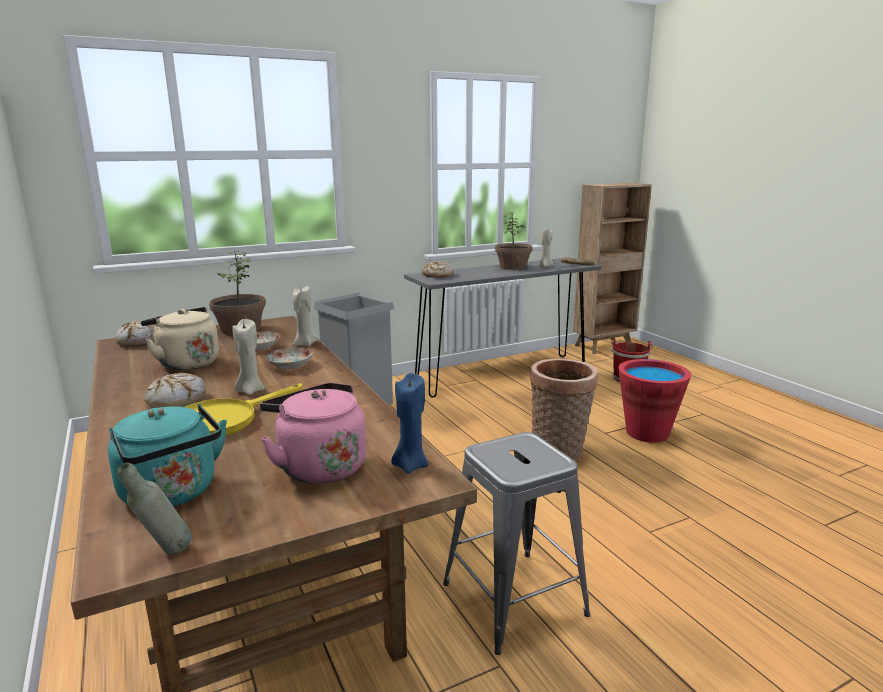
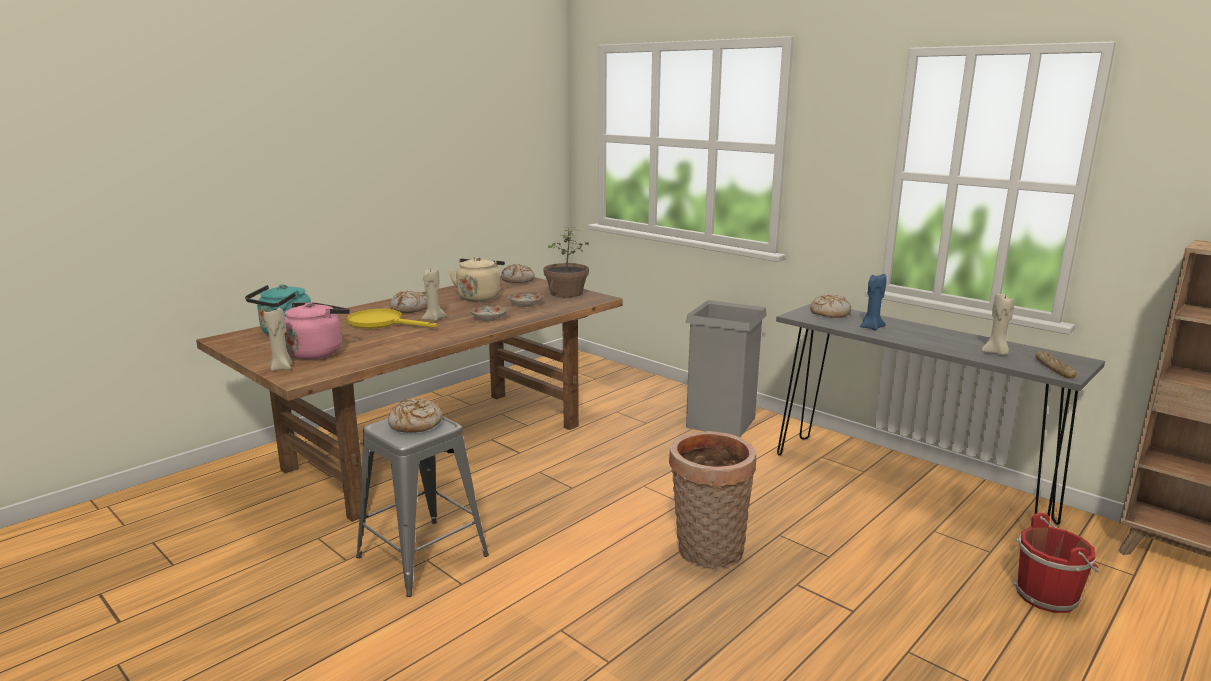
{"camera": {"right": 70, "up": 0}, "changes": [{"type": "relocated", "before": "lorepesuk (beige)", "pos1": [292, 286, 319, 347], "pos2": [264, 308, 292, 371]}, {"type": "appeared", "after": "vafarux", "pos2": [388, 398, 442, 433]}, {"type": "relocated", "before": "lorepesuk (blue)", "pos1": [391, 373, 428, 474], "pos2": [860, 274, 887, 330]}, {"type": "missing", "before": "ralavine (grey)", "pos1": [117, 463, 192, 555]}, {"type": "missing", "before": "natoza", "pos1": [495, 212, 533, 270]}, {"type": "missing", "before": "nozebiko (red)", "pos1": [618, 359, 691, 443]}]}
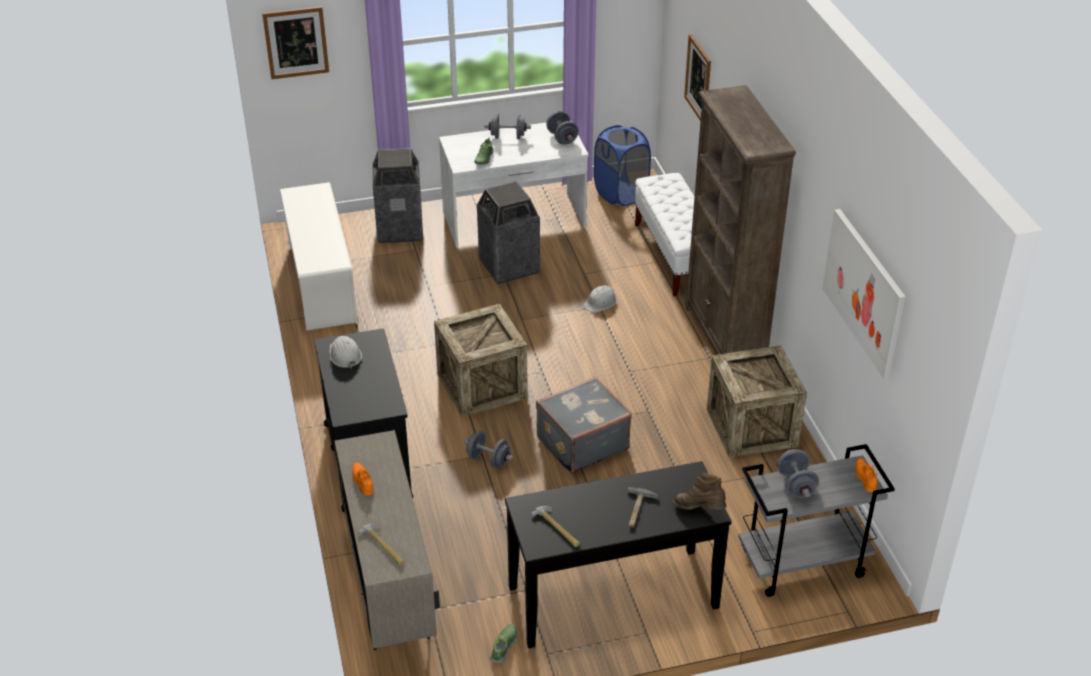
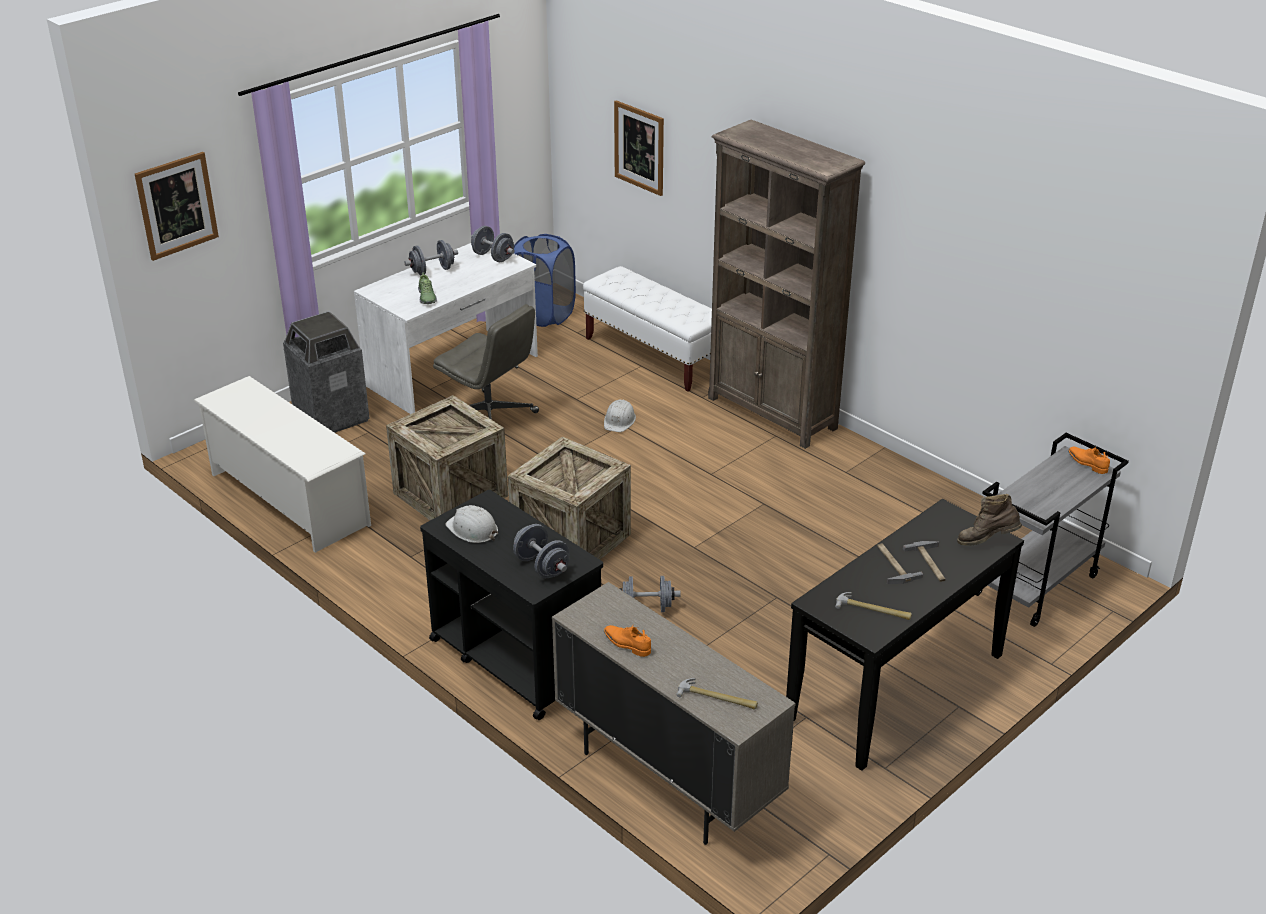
{"camera": {"right": -30, "up": -5}, "changes": [{"type": "relocated", "before": "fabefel", "pos1": [707, 345, 807, 458], "pos2": [386, 395, 508, 520]}, {"type": "exchanged", "before": "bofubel", "after": "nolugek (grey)", "pos1": [477, 181, 540, 284], "pos2": [433, 304, 539, 420]}, {"type": "relocated", "before": "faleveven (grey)", "pos1": [777, 449, 819, 498], "pos2": [513, 524, 570, 578]}, {"type": "appeared", "after": "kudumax", "pos2": [877, 543, 923, 584]}, {"type": "missing", "before": "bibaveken", "pos1": [490, 624, 517, 663]}, {"type": "missing", "before": "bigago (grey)", "pos1": [536, 376, 632, 474]}, {"type": "missing", "before": "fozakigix", "pos1": [822, 209, 906, 379]}]}
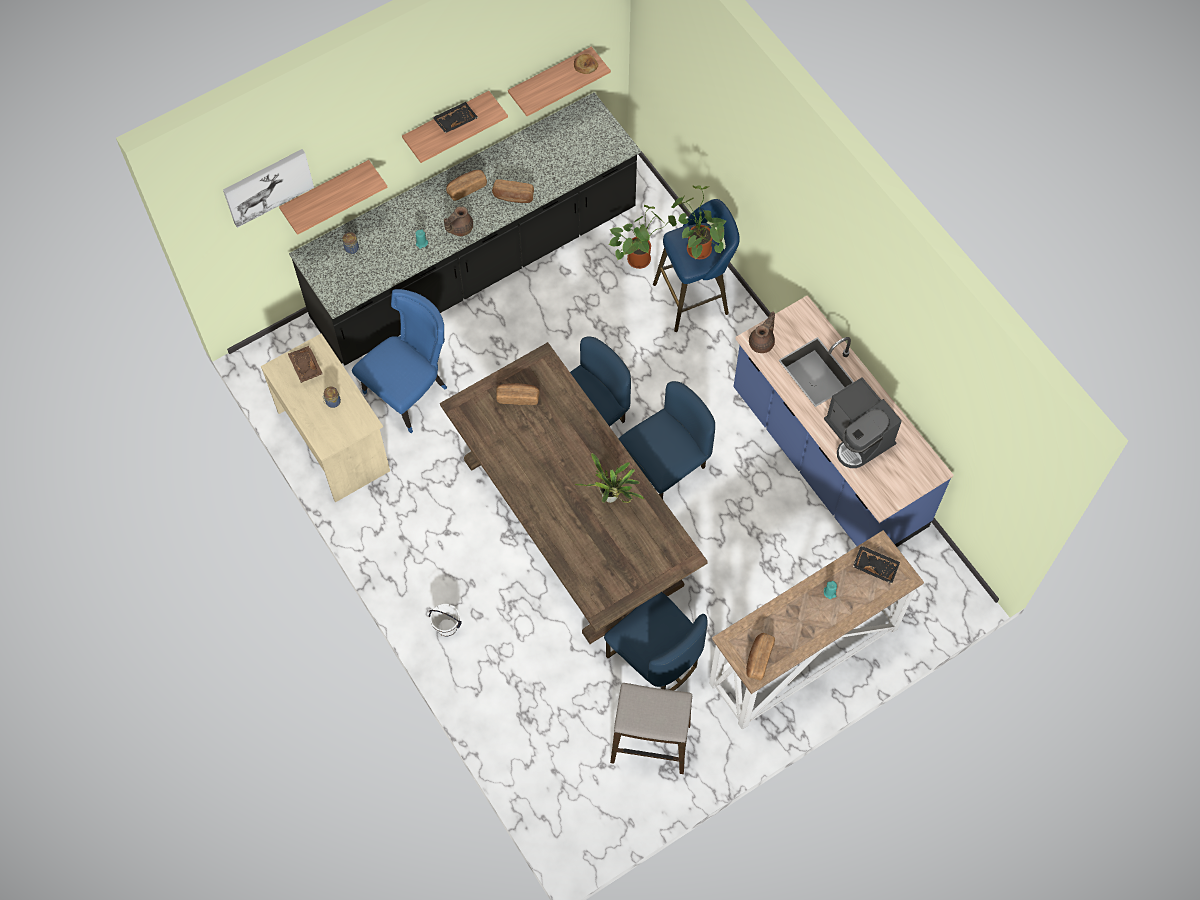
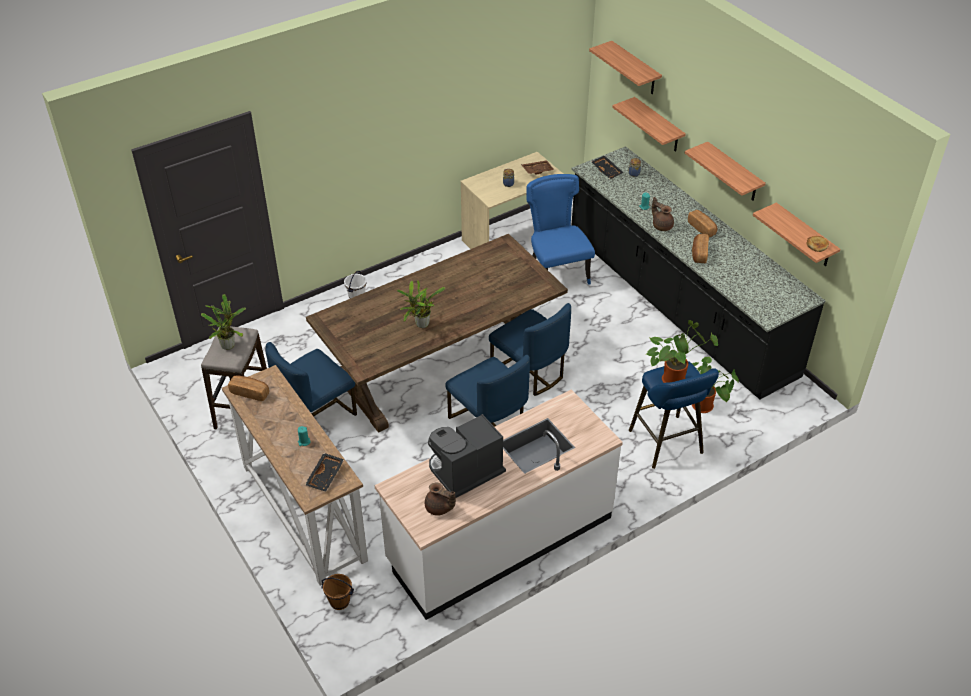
{"camera": {"right": 90, "up": -20}, "changes": [{"type": "appeared", "after": "natoza", "pos2": [201, 294, 246, 350]}, {"type": "appeared", "after": "nozebiko (brown)", "pos2": [321, 574, 354, 610]}, {"type": "colour", "before": "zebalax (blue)", "after": "zebalax (white)", "pos1": [733, 295, 954, 547], "pos2": [375, 389, 623, 620]}, {"type": "relocated", "before": "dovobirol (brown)", "pos1": [749, 312, 775, 353], "pos2": [425, 482, 456, 516]}, {"type": "spun", "before": "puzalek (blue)", "pos1": [352, 289, 447, 433], "pos2": [527, 174, 595, 285], "turn": -150}, {"type": "exchanged", "before": "fozakigix", "after": "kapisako", "pos1": [223, 149, 314, 228], "pos2": [589, 41, 662, 94]}, {"type": "relocated", "before": "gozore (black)", "pos1": [433, 102, 478, 133], "pos2": [591, 155, 623, 179]}, {"type": "missing", "before": "vafarux", "pos1": [496, 383, 540, 405]}]}
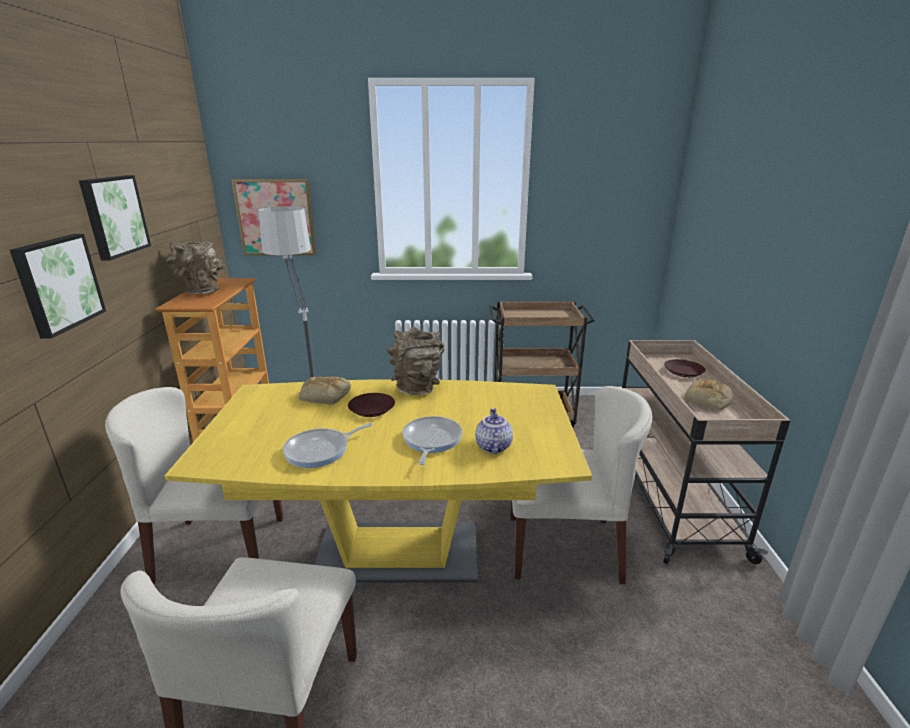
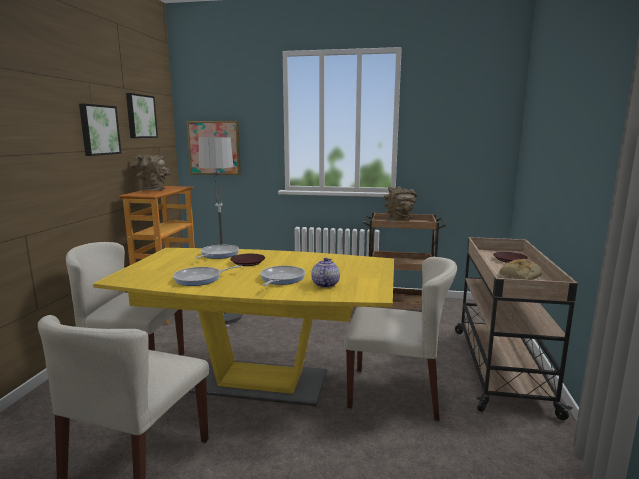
{"camera": {"right": 10, "up": -10}, "changes": [{"type": "relocated", "before": "fozakigix", "pos1": [10, 234, 106, 339], "pos2": [126, 93, 158, 138]}, {"type": "exchanged", "before": "vafarux", "after": "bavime", "pos1": [299, 377, 351, 404], "pos2": [196, 245, 239, 259]}, {"type": "relocated", "before": "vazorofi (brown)", "pos1": [386, 326, 444, 395], "pos2": [384, 186, 417, 221]}]}
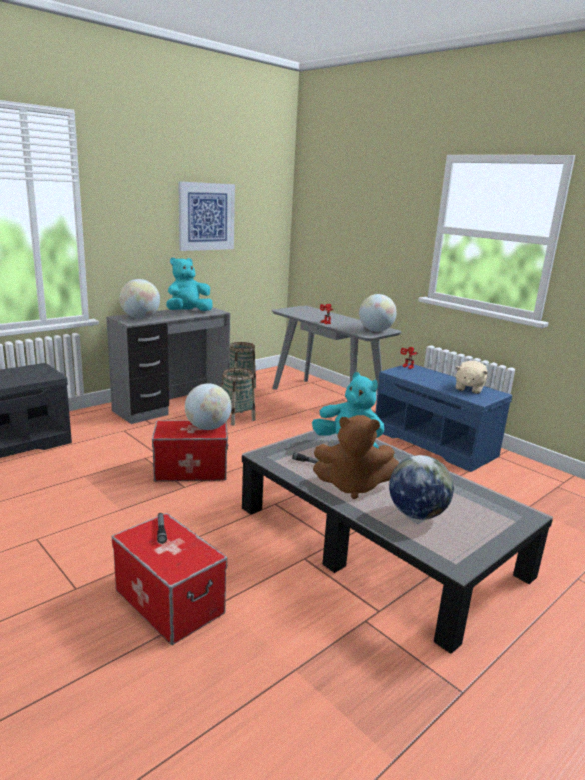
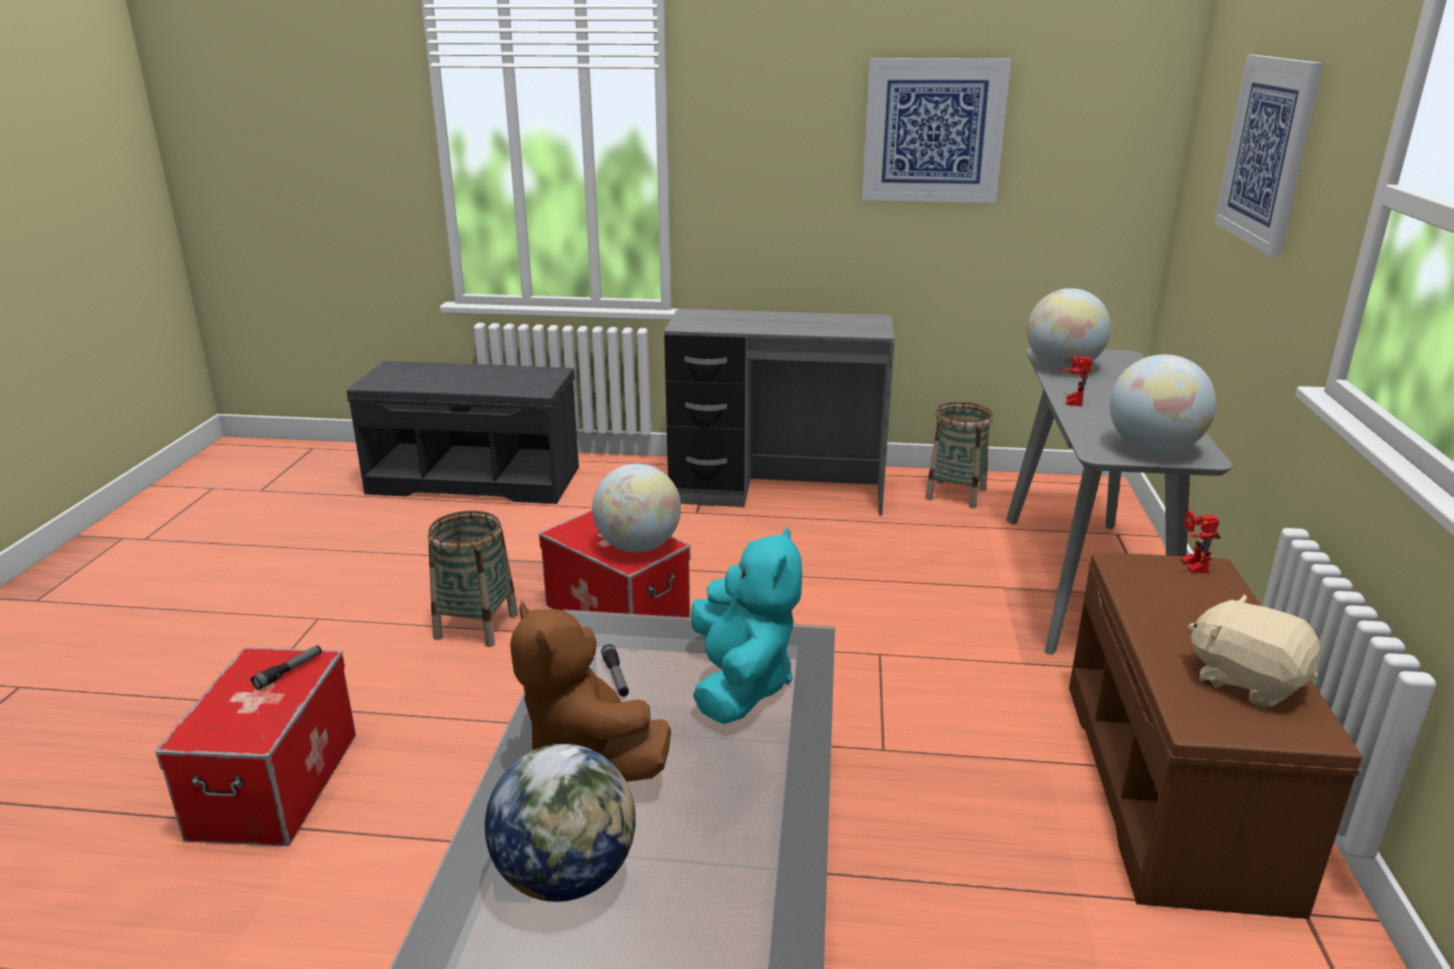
{"camera": {"right": 50, "up": 5}, "changes": [{"type": "relocated", "before": "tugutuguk", "pos1": [221, 368, 256, 425], "pos2": [428, 511, 518, 647]}, {"type": "relocated", "before": "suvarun", "pos1": [119, 279, 160, 319], "pos2": [1027, 288, 1111, 369]}, {"type": "colour", "before": "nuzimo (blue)", "after": "nuzimo (brown)", "pos1": [375, 363, 512, 472], "pos2": [1069, 553, 1362, 919]}, {"type": "spun", "before": "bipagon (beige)", "pos1": [455, 361, 488, 394], "pos2": [1188, 594, 1321, 708], "turn": 60}, {"type": "appeared", "after": "fozakigix", "pos2": [1214, 55, 1323, 257]}, {"type": "missing", "before": "bipagon (turquoise)", "pos1": [167, 257, 213, 311]}]}
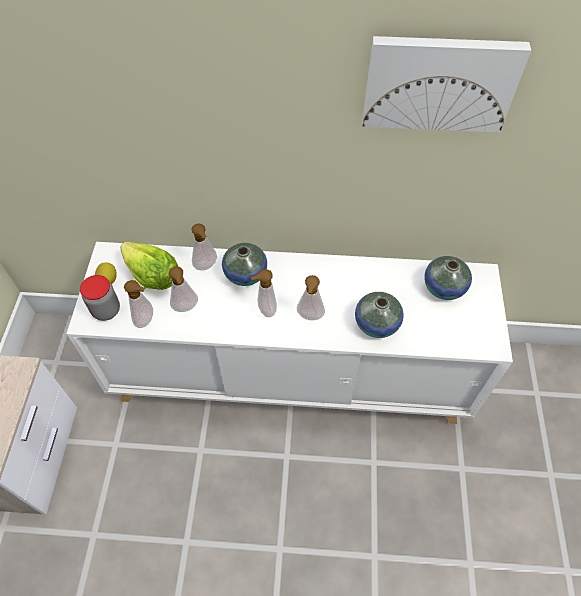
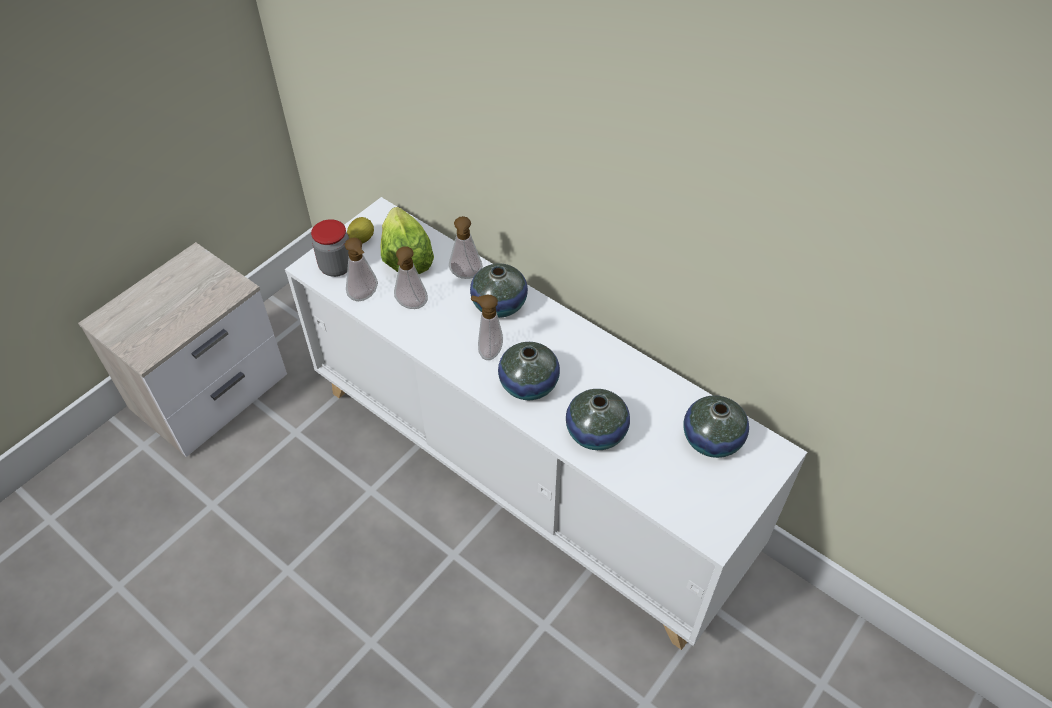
{"camera": {"right": 35, "up": -5}, "changes": [{"type": "exchanged", "before": "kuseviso", "after": "vazorofi", "pos1": [297, 275, 325, 320], "pos2": [498, 342, 560, 400]}, {"type": "missing", "before": "fozakigix", "pos1": [363, 36, 531, 132]}]}
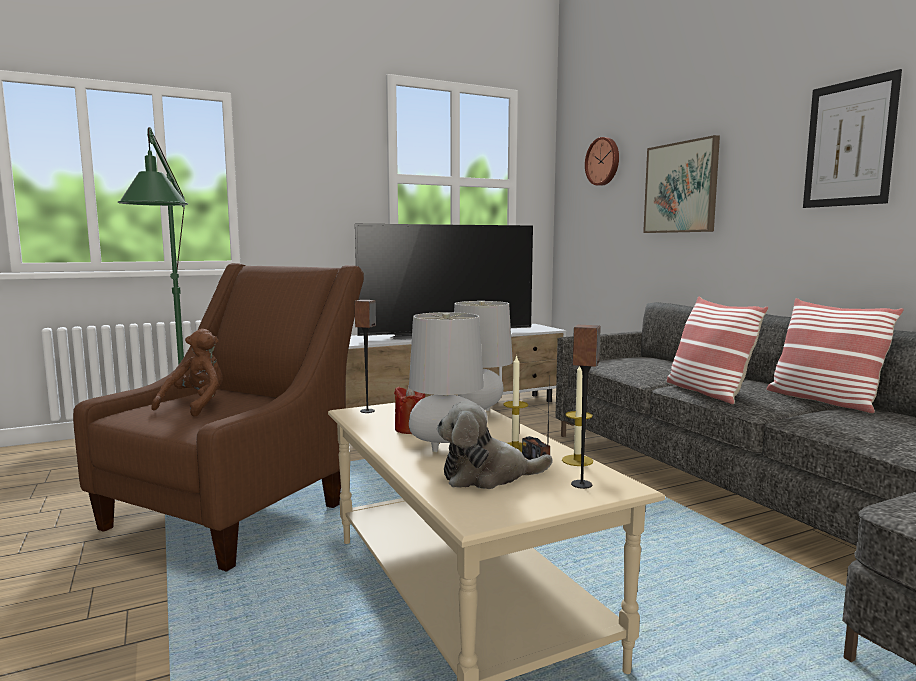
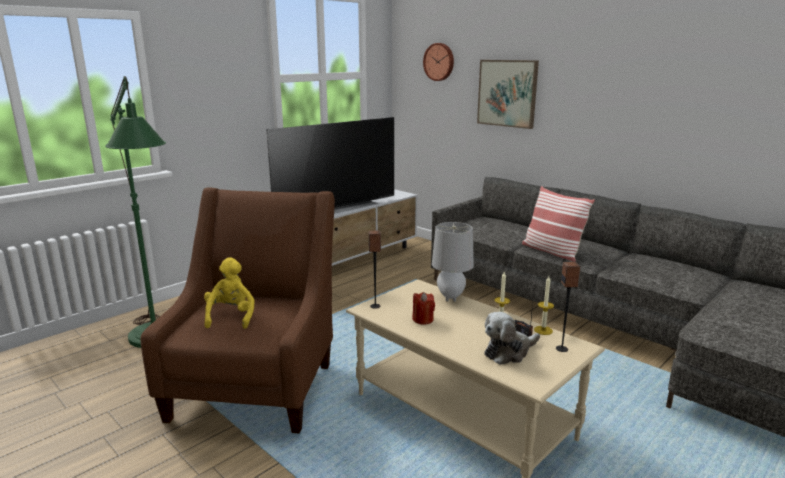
{"camera": {"right": -20, "up": 10}, "changes": [{"type": "colour", "before": "bipagon (brown)", "after": "bipagon (yellow)", "pos1": [151, 329, 223, 417], "pos2": [204, 257, 255, 329]}, {"type": "missing", "before": "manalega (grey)", "pos1": [409, 312, 488, 452]}, {"type": "missing", "before": "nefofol", "pos1": [766, 298, 903, 413]}, {"type": "missing", "before": "fozakigix", "pos1": [803, 69, 902, 208]}]}
